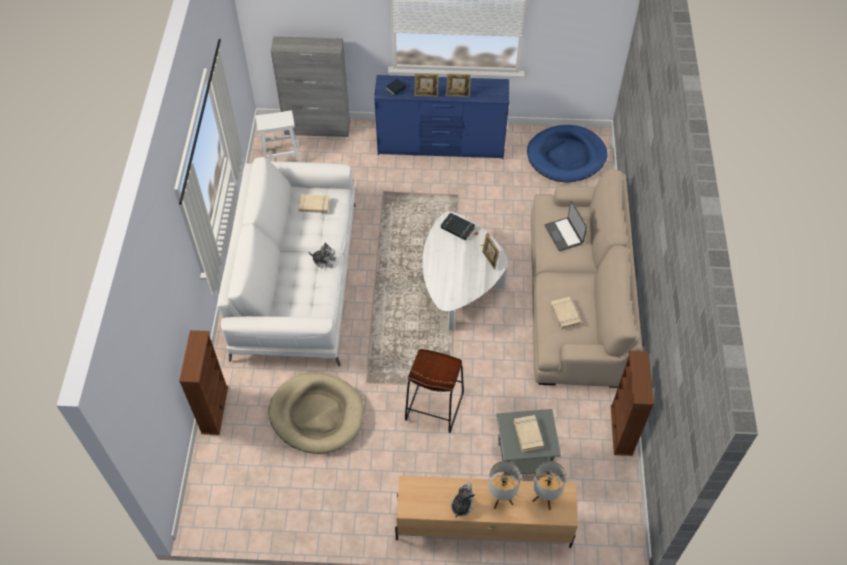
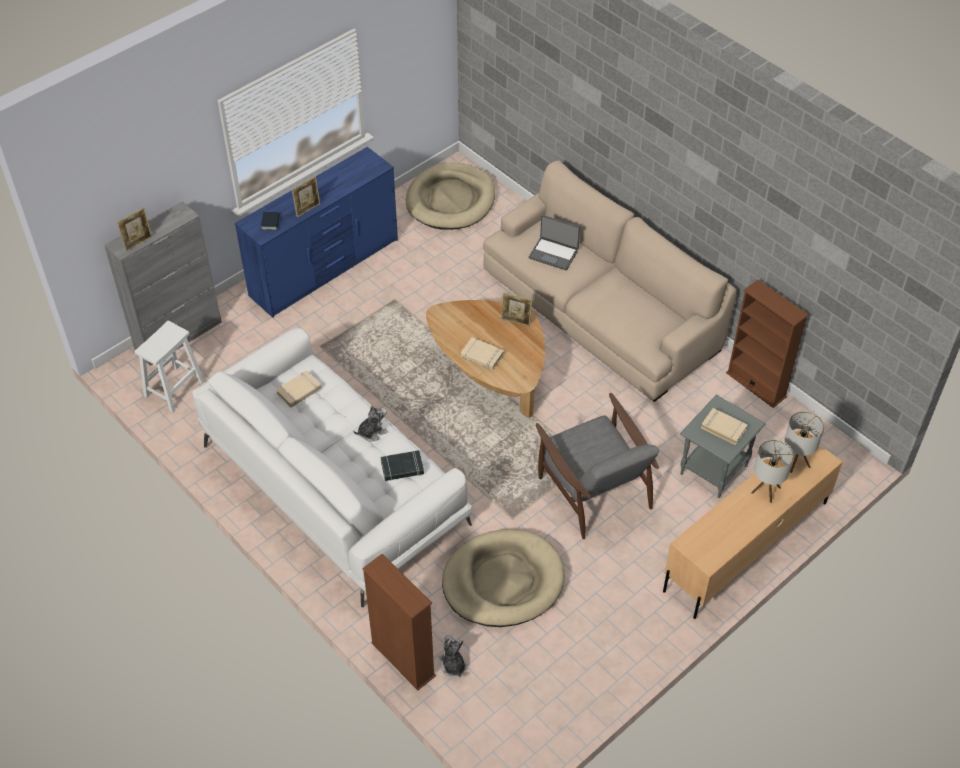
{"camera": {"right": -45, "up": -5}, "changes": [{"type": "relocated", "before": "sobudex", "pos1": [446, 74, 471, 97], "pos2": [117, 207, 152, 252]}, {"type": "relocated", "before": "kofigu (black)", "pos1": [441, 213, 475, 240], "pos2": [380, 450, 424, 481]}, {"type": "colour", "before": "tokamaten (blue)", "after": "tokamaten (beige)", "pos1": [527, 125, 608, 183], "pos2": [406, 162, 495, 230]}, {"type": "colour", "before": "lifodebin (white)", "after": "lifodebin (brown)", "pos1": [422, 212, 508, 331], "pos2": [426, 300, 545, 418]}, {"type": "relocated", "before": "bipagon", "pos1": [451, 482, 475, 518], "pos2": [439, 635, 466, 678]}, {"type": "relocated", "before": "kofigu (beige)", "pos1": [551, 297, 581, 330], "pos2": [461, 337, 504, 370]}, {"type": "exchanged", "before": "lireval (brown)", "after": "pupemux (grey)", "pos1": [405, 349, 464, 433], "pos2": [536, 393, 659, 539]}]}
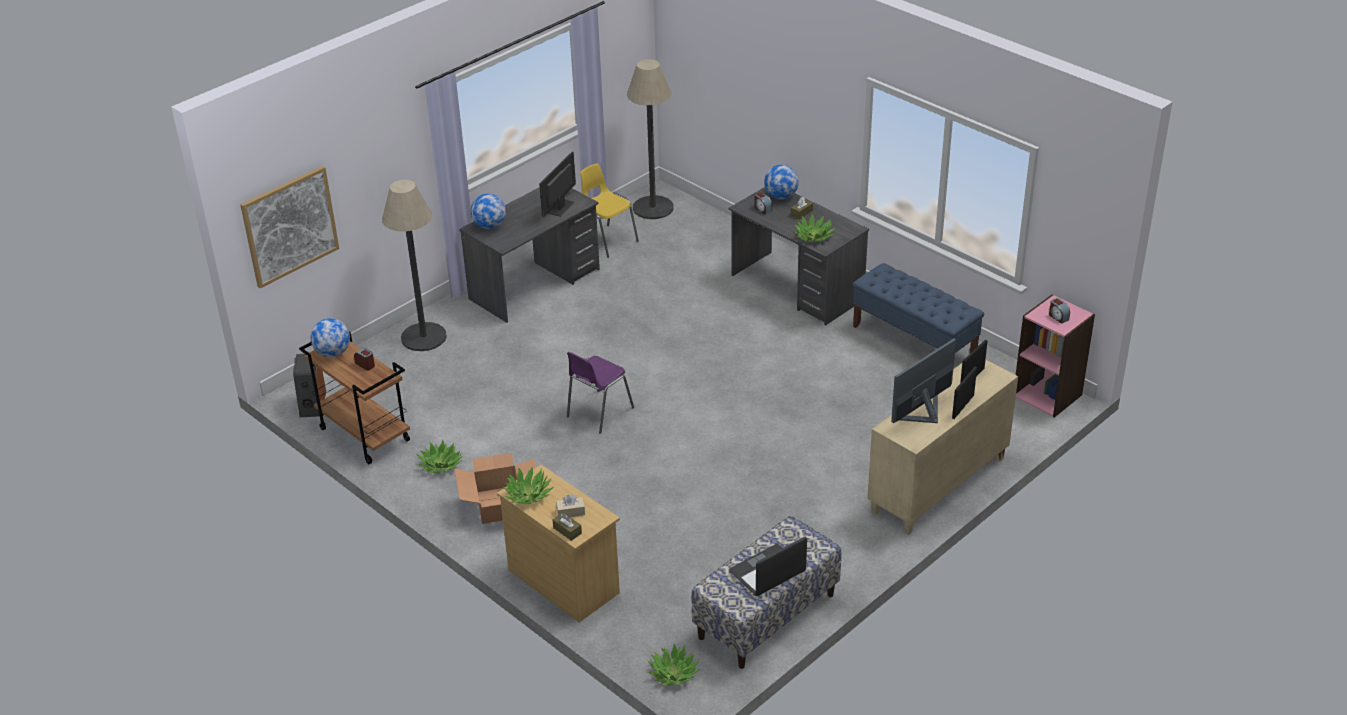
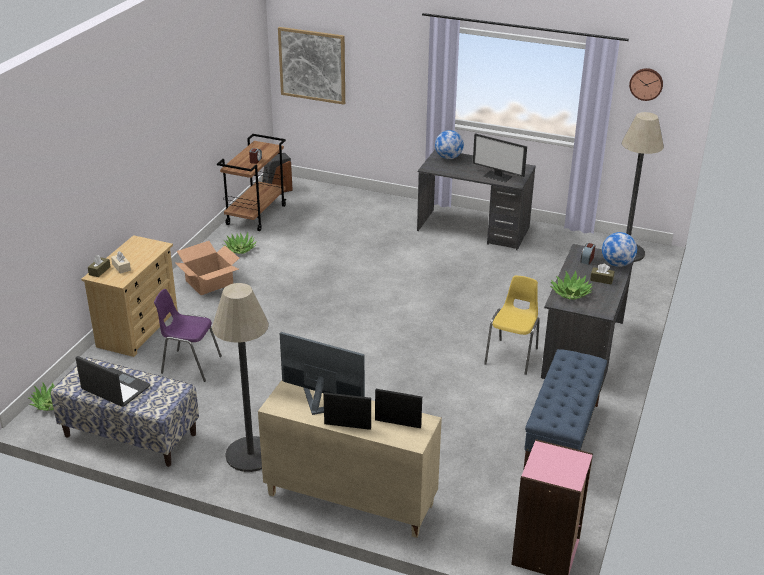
{"camera": {"right": 65, "up": -5}, "changes": [{"type": "relocated", "before": "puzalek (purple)", "pos1": [567, 352, 634, 434], "pos2": [154, 289, 222, 382]}, {"type": "relocated", "before": "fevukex", "pos1": [382, 180, 447, 351], "pos2": [212, 283, 269, 472]}, {"type": "spun", "before": "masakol", "pos1": [539, 152, 576, 217], "pos2": [473, 133, 527, 182], "turn": -150}, {"type": "relocated", "before": "puzalek (yellow)", "pos1": [580, 164, 639, 258], "pos2": [484, 276, 540, 375]}, {"type": "appeared", "after": "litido", "pos2": [629, 68, 663, 101]}, {"type": "missing", "before": "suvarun", "pos1": [311, 318, 350, 357]}, {"type": "missing", "before": "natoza", "pos1": [502, 467, 553, 504]}, {"type": "missing", "before": "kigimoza", "pos1": [1049, 298, 1070, 324]}]}
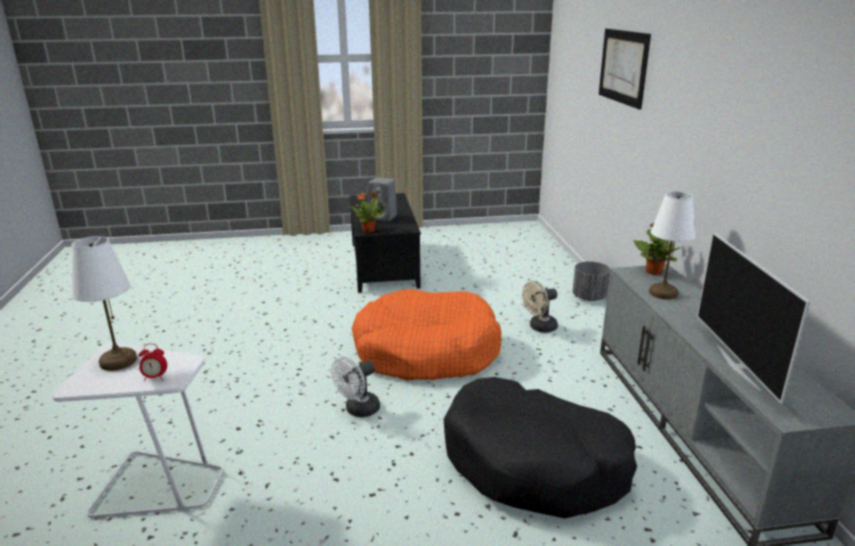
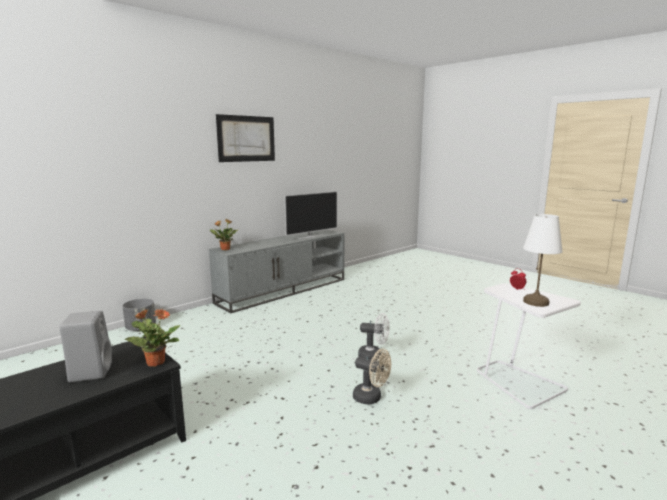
{"camera": {"right": -125, "up": -10}, "changes": [{"type": "relocated", "before": "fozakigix", "pos1": [599, 29, 651, 110], "pos2": [216, 114, 275, 162]}, {"type": "relocated", "before": "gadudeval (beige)", "pos1": [522, 281, 558, 333], "pos2": [353, 349, 391, 405]}, {"type": "missing", "before": "tokamaten (orange)", "pos1": [352, 289, 501, 381]}, {"type": "missing", "before": "tokamaten (black)", "pos1": [444, 377, 637, 518]}, {"type": "missing", "before": "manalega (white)", "pos1": [649, 191, 695, 299]}]}
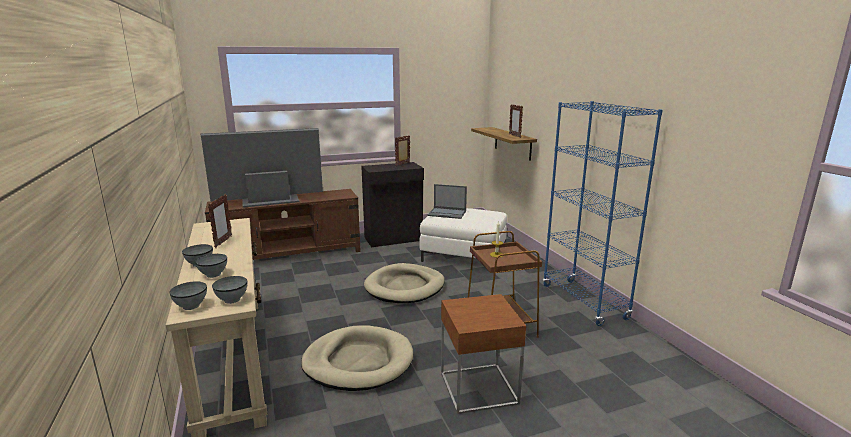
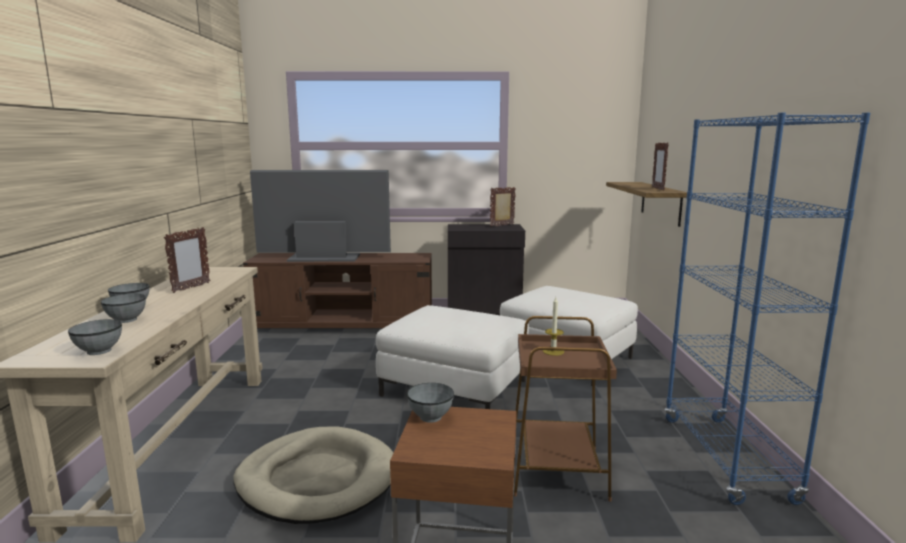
{"camera": {"right": 20, "up": -5}, "changes": [{"type": "exchanged", "before": "tokamaten (beige)", "after": "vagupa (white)", "pos1": [364, 263, 445, 303], "pos2": [376, 305, 529, 409]}, {"type": "relocated", "before": "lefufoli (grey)", "pos1": [170, 281, 207, 310], "pos2": [407, 383, 454, 423]}, {"type": "missing", "before": "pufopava", "pos1": [428, 184, 467, 219]}]}
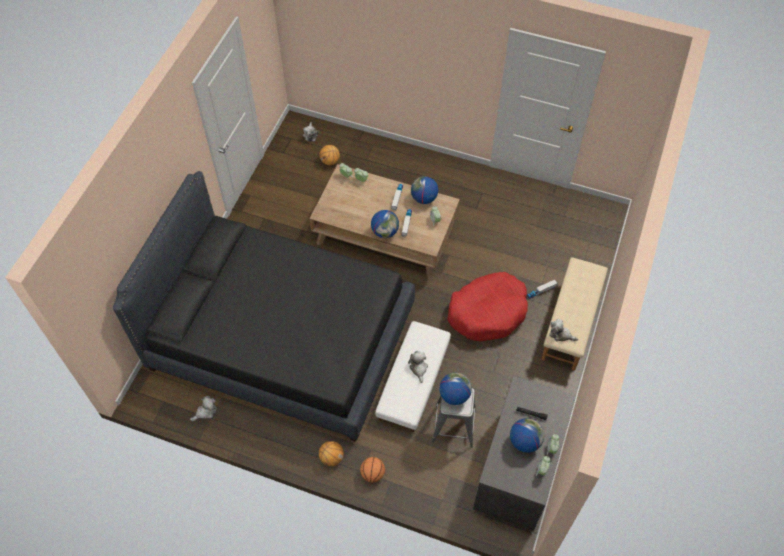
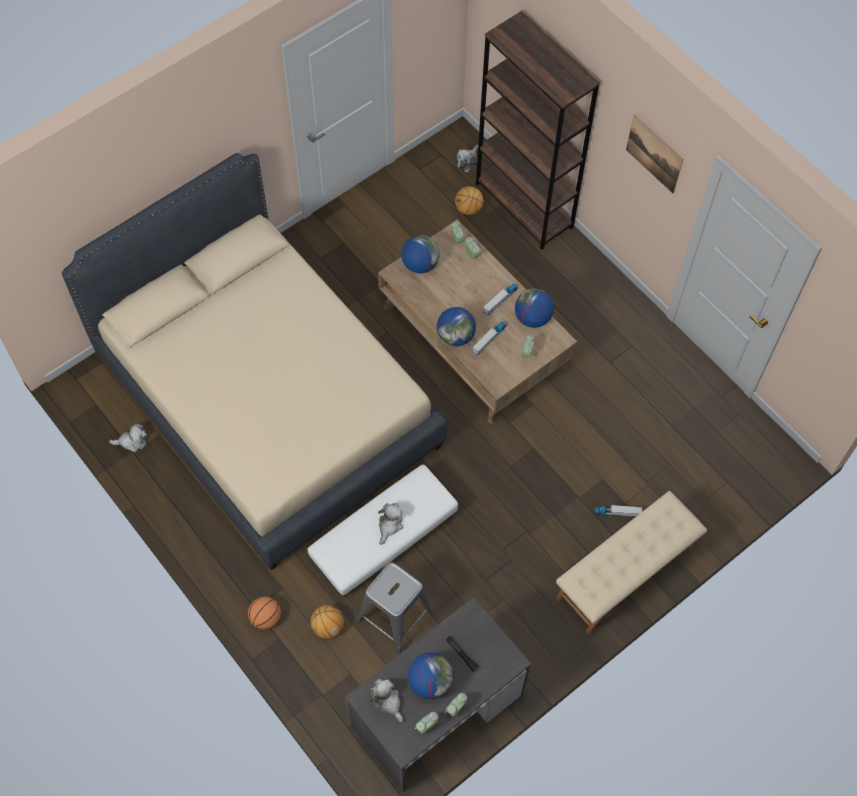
{"camera": {"right": 30, "up": 5}, "changes": [{"type": "colour", "before": "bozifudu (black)", "after": "bozifudu (beige)", "pos1": [113, 171, 415, 442], "pos2": [62, 153, 447, 570]}, {"type": "relocated", "before": "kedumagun", "pos1": [319, 441, 344, 466], "pos2": [311, 605, 344, 639]}, {"type": "relocated", "before": "bipagon", "pos1": [549, 319, 578, 341], "pos2": [370, 679, 403, 723]}, {"type": "relocated", "before": "suvarun", "pos1": [439, 373, 472, 405], "pos2": [401, 235, 439, 273]}, {"type": "appeared", "after": "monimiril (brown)", "pos2": [476, 11, 600, 250]}, {"type": "appeared", "after": "fozakigix", "pos2": [626, 114, 683, 193]}, {"type": "missing", "before": "tokamaten (red)", "pos1": [447, 272, 528, 341]}]}
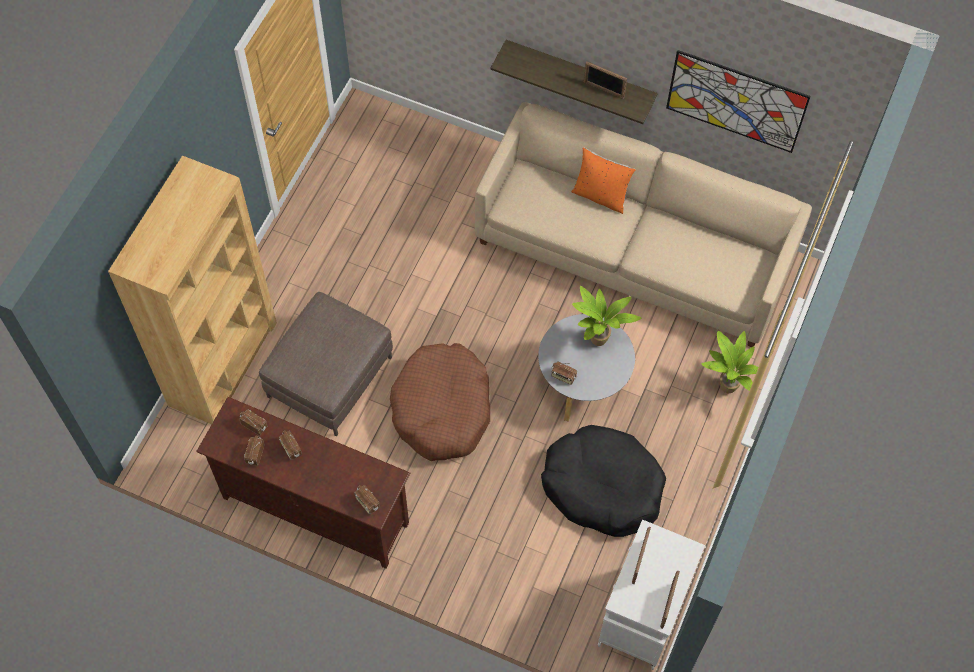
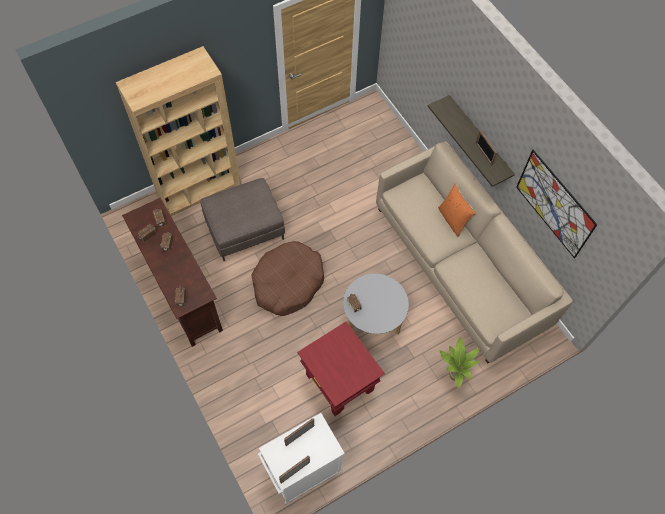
{"camera": {"right": 35, "up": 0}, "changes": [{"type": "exchanged", "before": "tokamaten (black)", "after": "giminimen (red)", "pos1": [541, 425, 666, 537], "pos2": [297, 322, 385, 416]}, {"type": "missing", "before": "natoza", "pos1": [572, 286, 641, 346]}]}
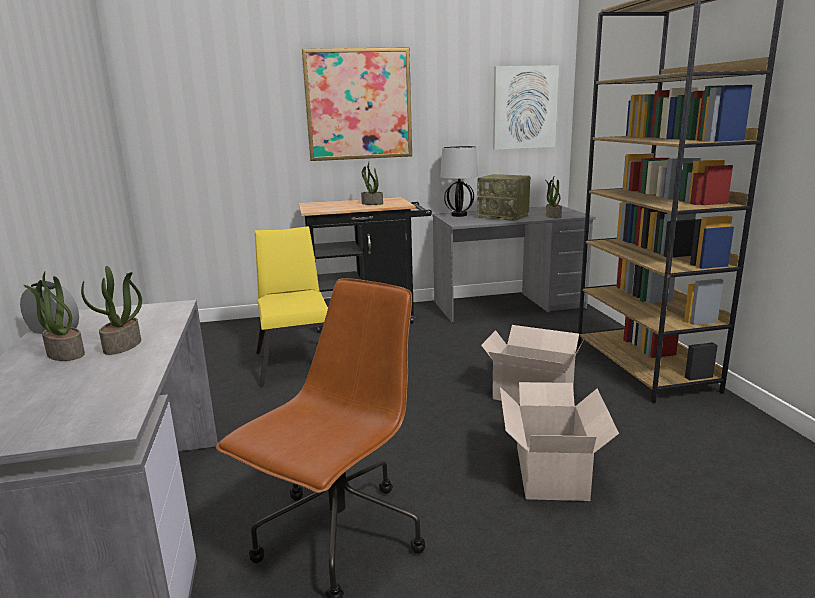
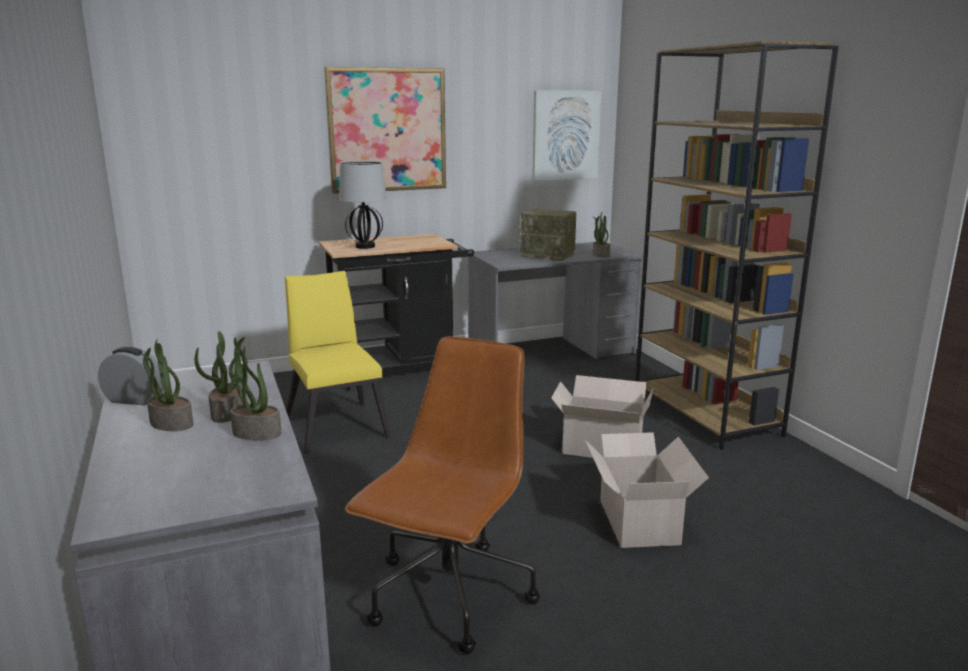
{"camera": {"right": -10, "up": 0}, "changes": [{"type": "relocated", "before": "natoza", "pos1": [361, 162, 383, 205], "pos2": [229, 346, 282, 440]}, {"type": "relocated", "before": "manalega", "pos1": [440, 146, 478, 217], "pos2": [339, 161, 387, 249]}]}
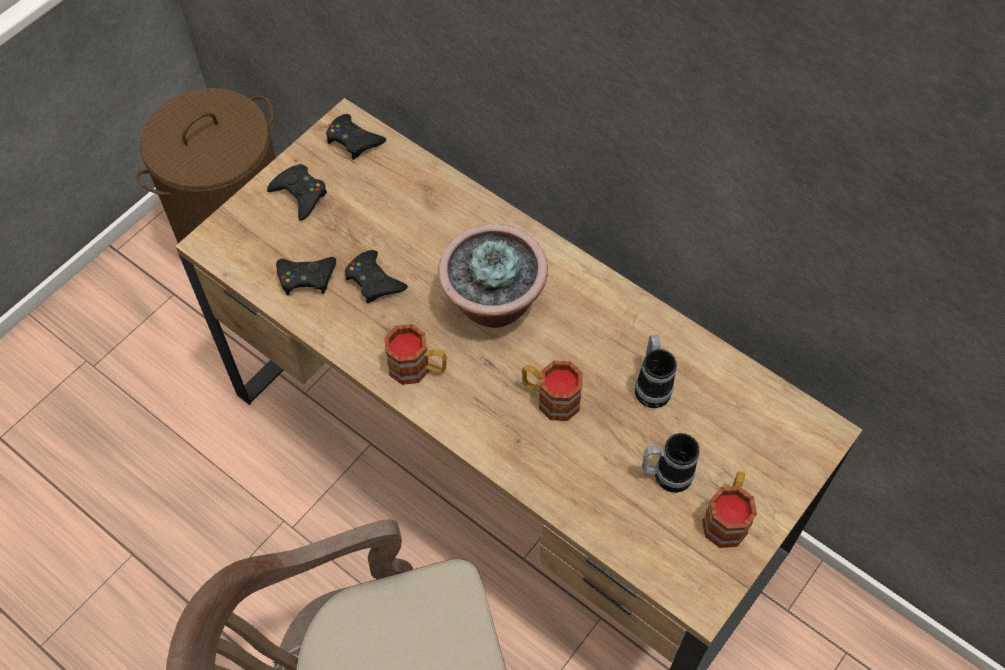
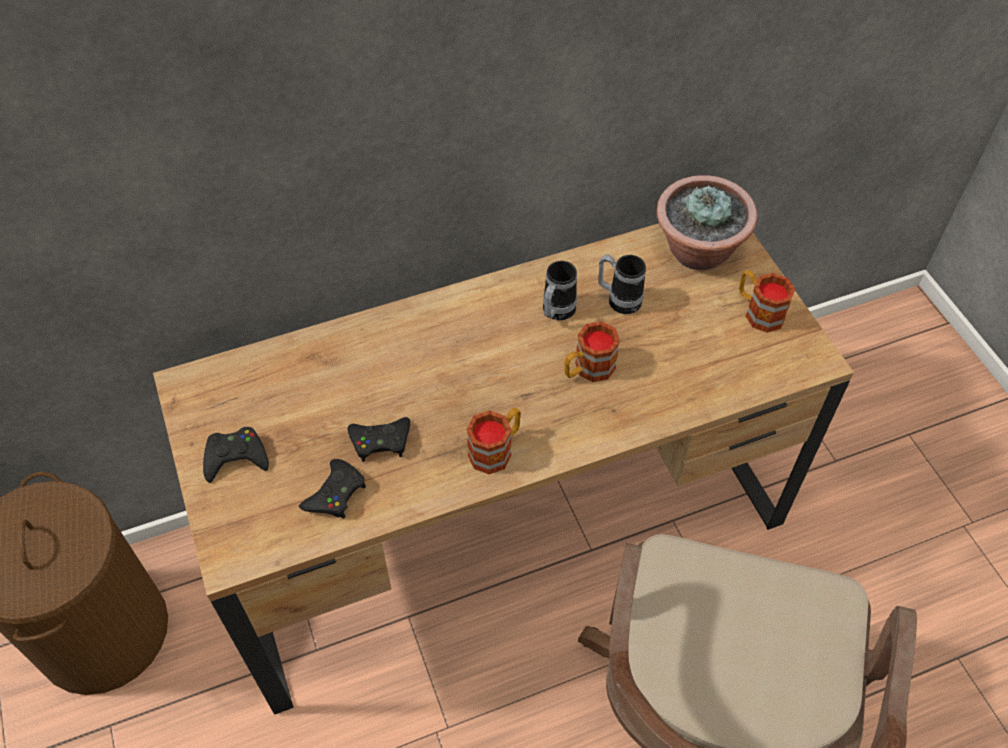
{"camera": {"right": -60, "up": -5}, "changes": [{"type": "relocated", "before": "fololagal", "pos1": [642, 433, 700, 493], "pos2": [543, 261, 577, 320]}, {"type": "relocated", "before": "natoza", "pos1": [438, 224, 548, 328], "pos2": [657, 175, 757, 270]}, {"type": "missing", "before": "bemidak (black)", "pos1": [326, 114, 386, 160]}]}
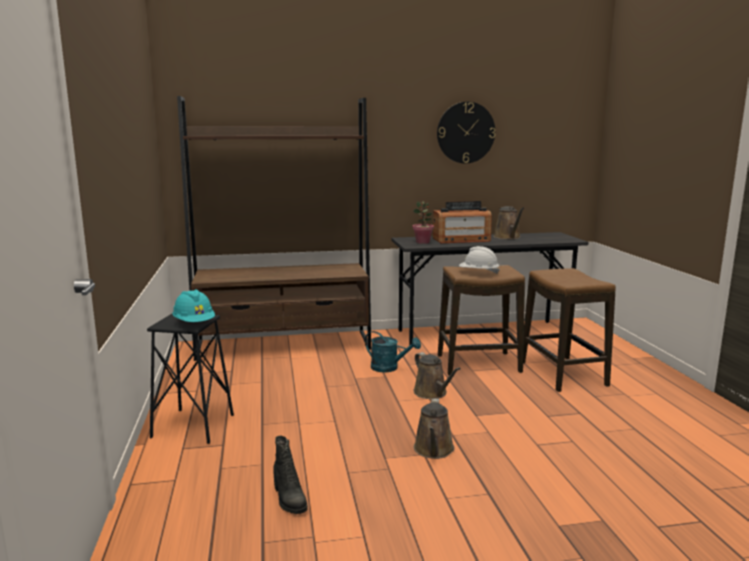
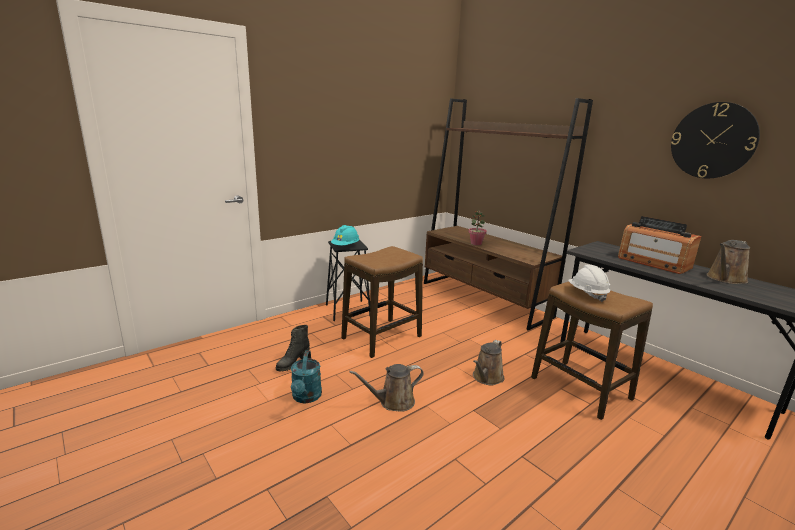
{"camera": {"right": 60, "up": 5}, "changes": [{"type": "relocated", "before": "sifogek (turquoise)", "pos1": [365, 331, 421, 372], "pos2": [291, 350, 322, 403]}, {"type": "relocated", "before": "lireval", "pos1": [523, 268, 616, 392], "pos2": [341, 246, 423, 358]}, {"type": "relocated", "before": "natoza", "pos1": [412, 202, 434, 244], "pos2": [468, 210, 487, 246]}]}
